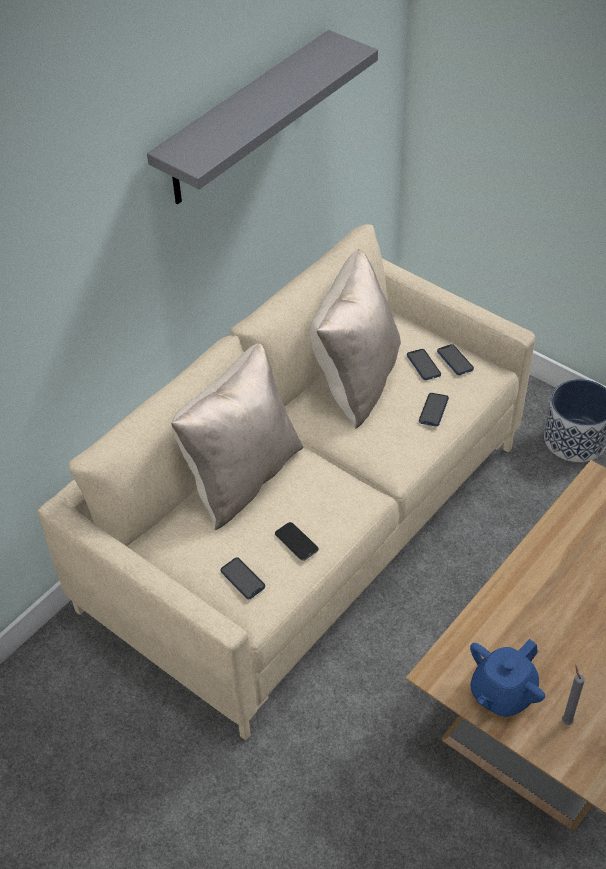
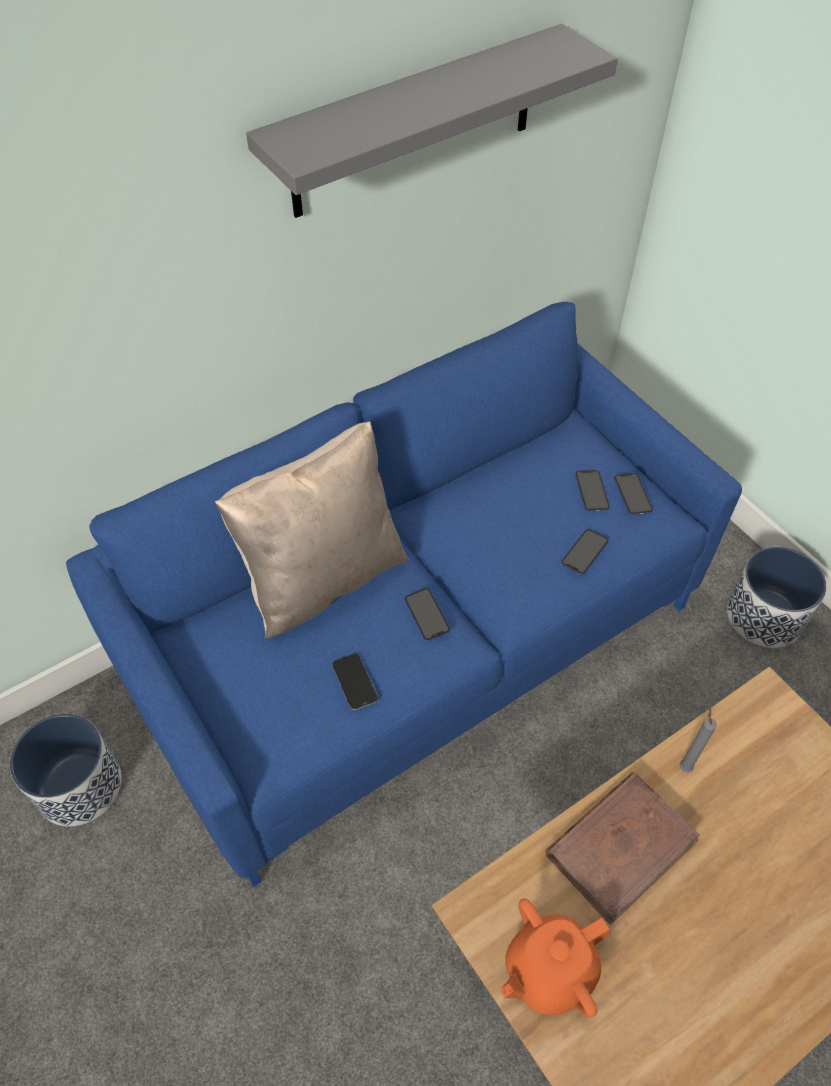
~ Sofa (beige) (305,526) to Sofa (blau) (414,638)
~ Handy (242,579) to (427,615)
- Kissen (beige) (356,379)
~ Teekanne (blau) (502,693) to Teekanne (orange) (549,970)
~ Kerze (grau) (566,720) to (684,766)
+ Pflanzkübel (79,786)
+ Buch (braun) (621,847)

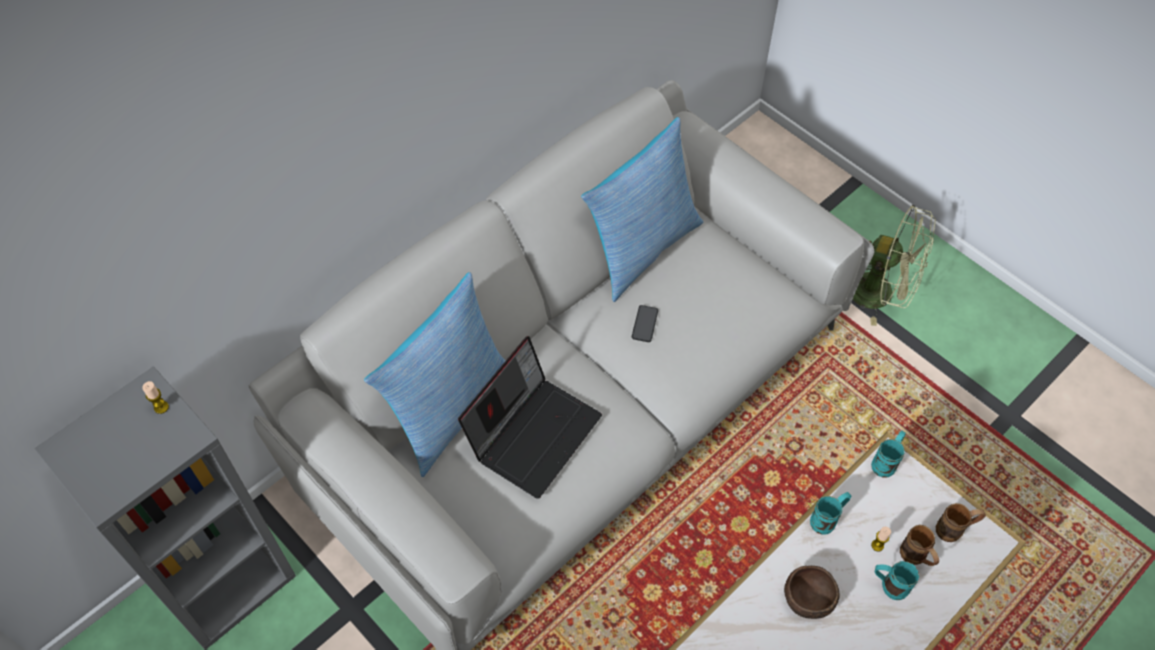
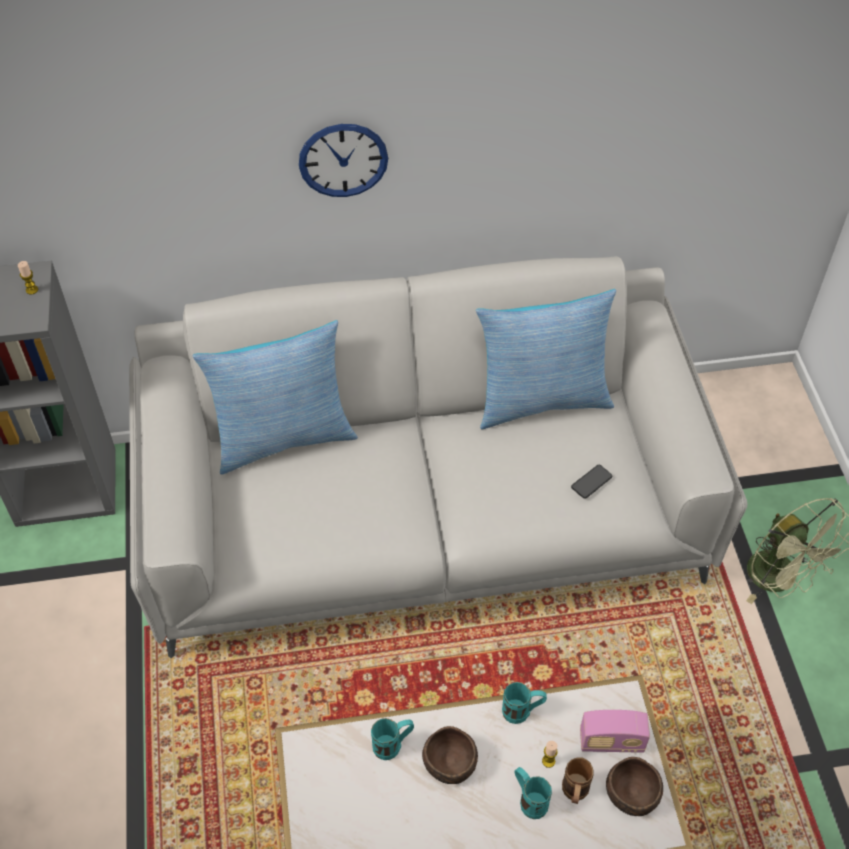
- Laptop (533,432)
~ Handy (645,324) to (591,482)
~ Henkelbecher (türkis) (886,462) to (393,745)
~ Henkelbecher (braun) (954,530) to Schüssel (braun) (632,795)
+ Wanduhr (343,160)
+ Radio (611,741)

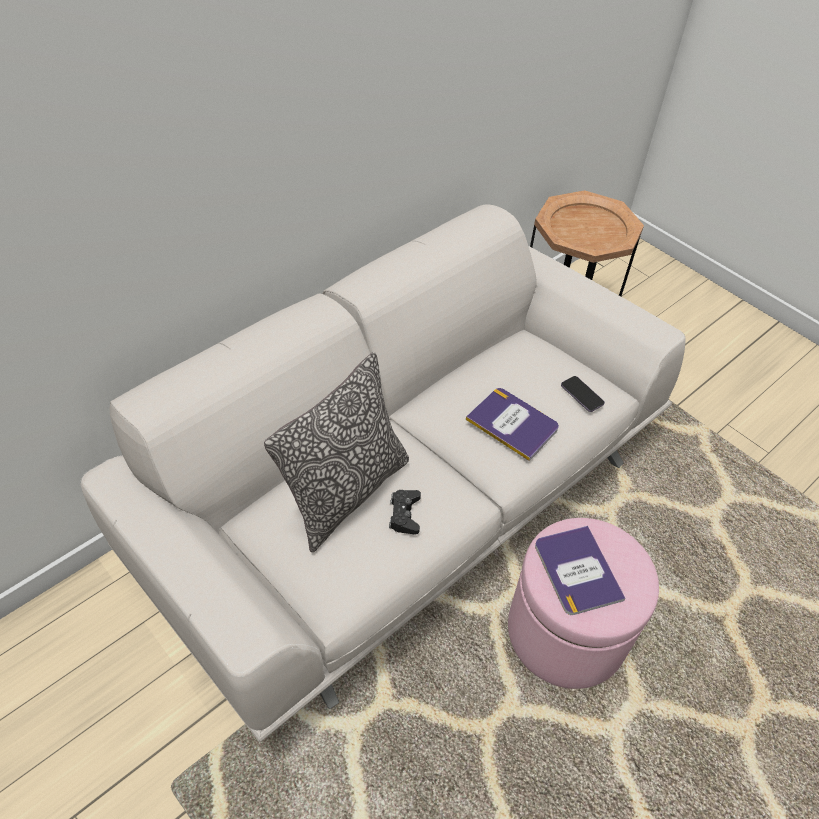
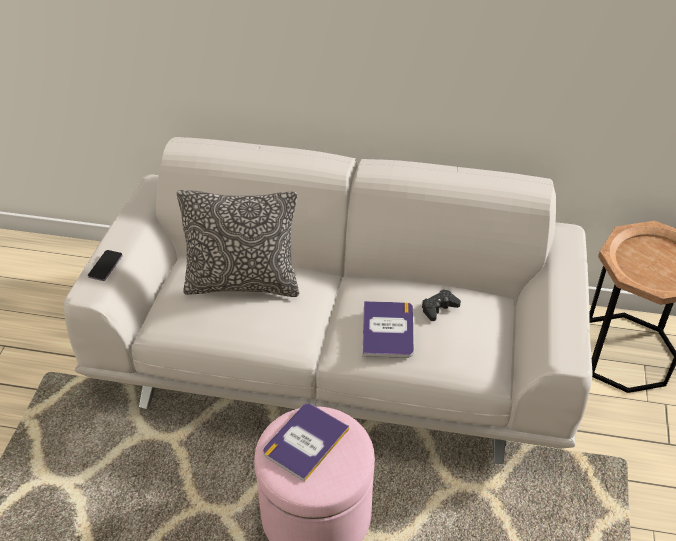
~ Gamepad (schwarz) (404,515) to (439,308)
~ Handy (582,395) to (105,266)

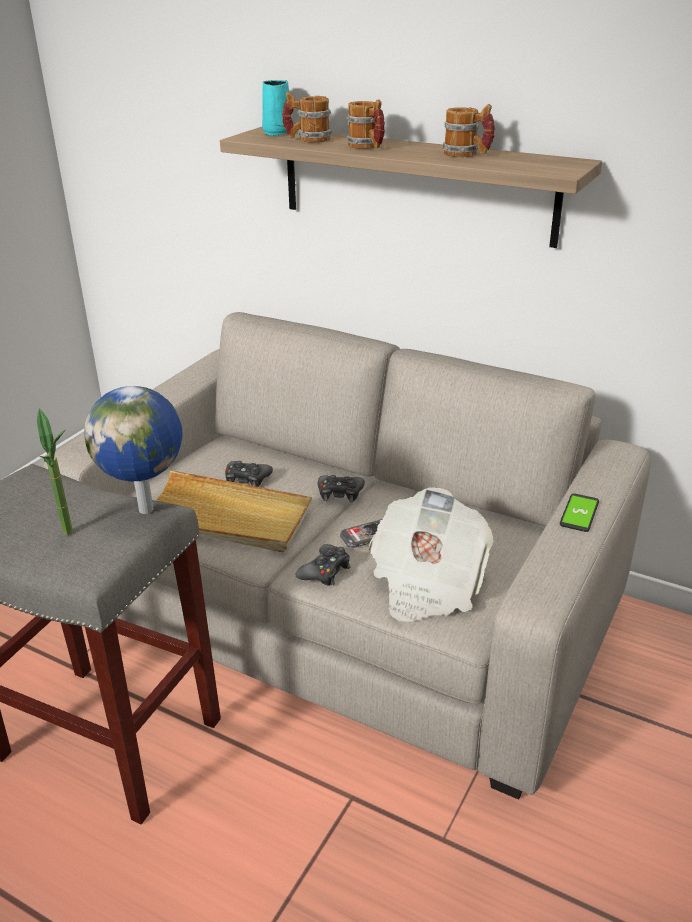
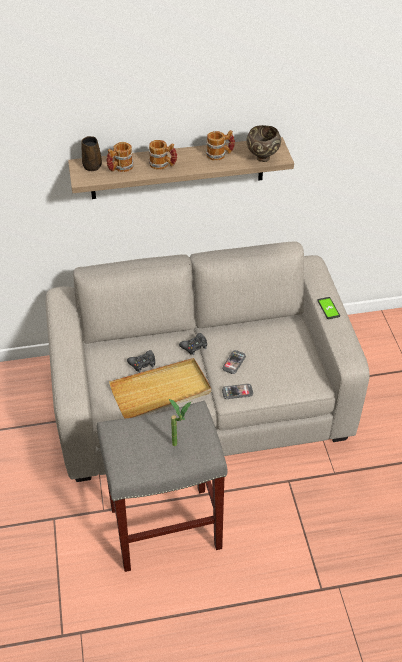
- Globus (148,509)
~ Henkelbecher (türkis) (279,132) to Henkelbecher (braun) (92,165)
~ Gamepad (schwarz) (325,571) to Handy (237,392)
- Zeitung (426,582)
+ Schüssel (braun) (262,158)

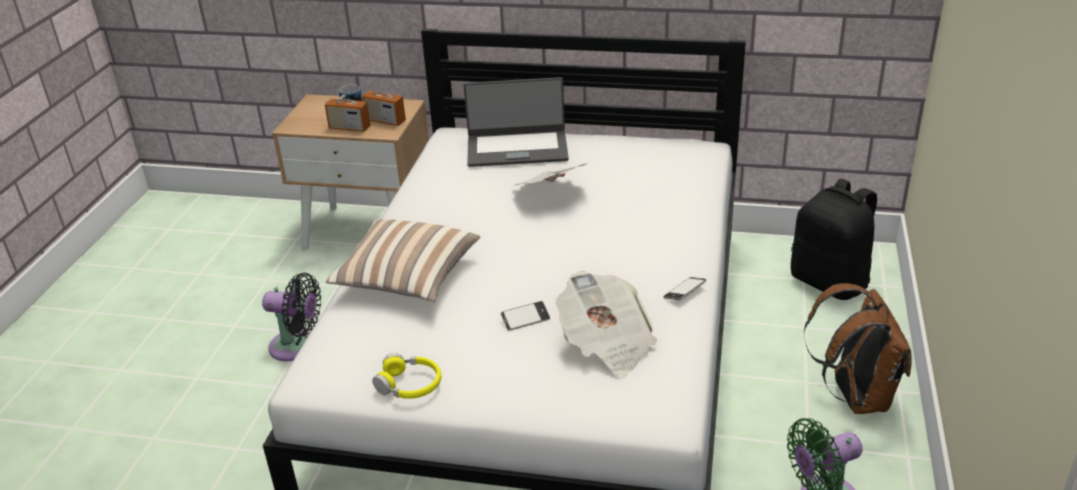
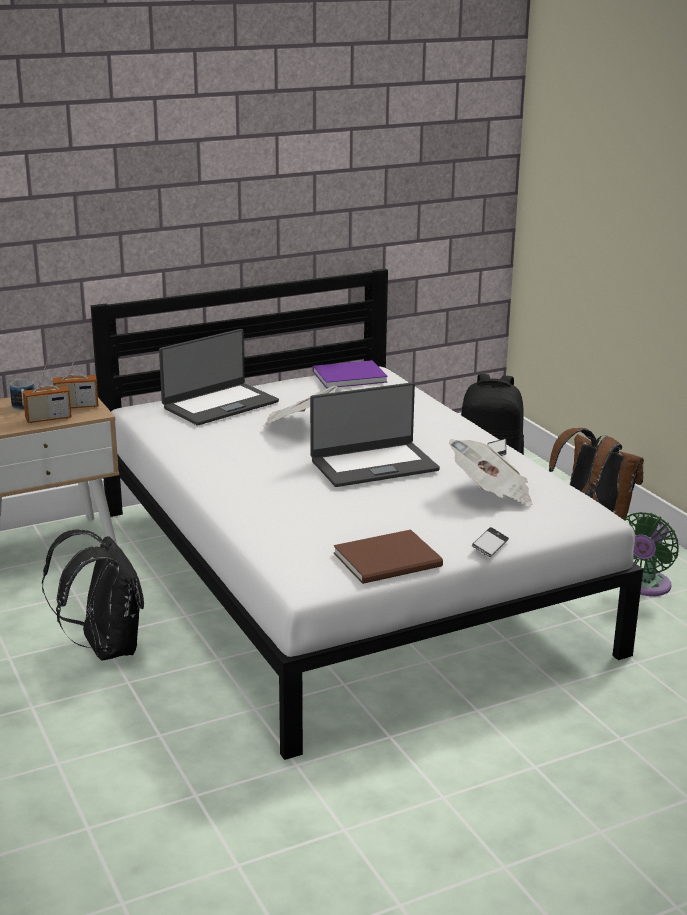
~ Ventilator (schwarz) (297,347) to Rucksack (schwarz) (105,648)
- Kissen (407,279)
~ Kopfhörer (gelb) (409,385) to Buch (braun) (391,560)
~ Handy (525,319) to (490,546)
+ Laptop (373,465)
+ Buch (lila) (347,376)

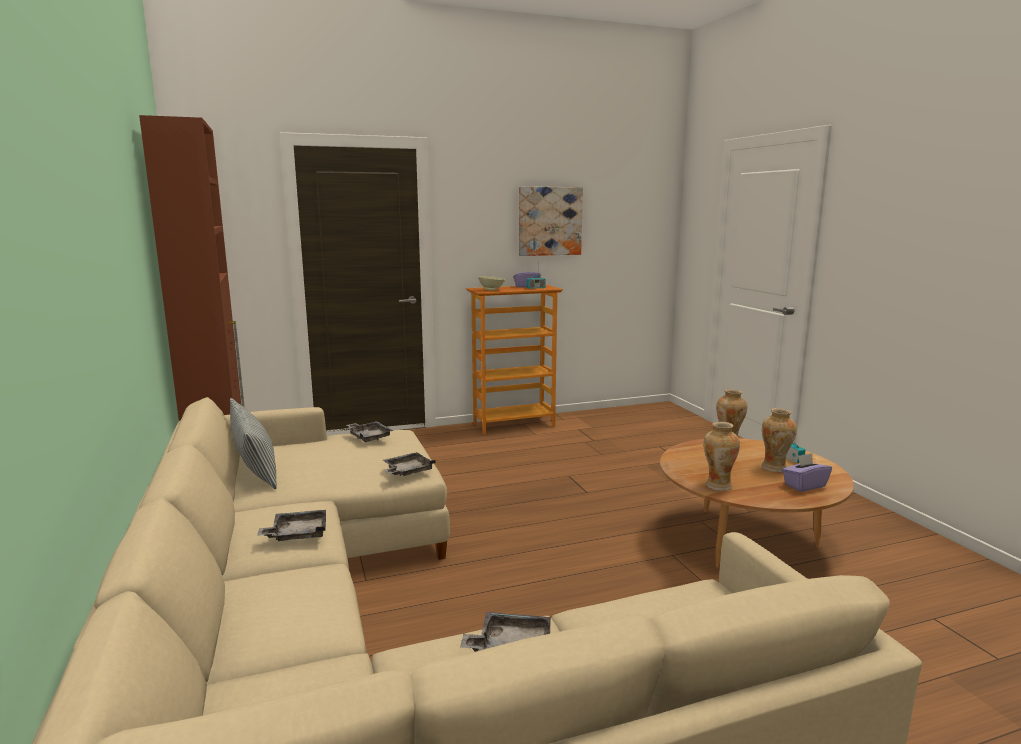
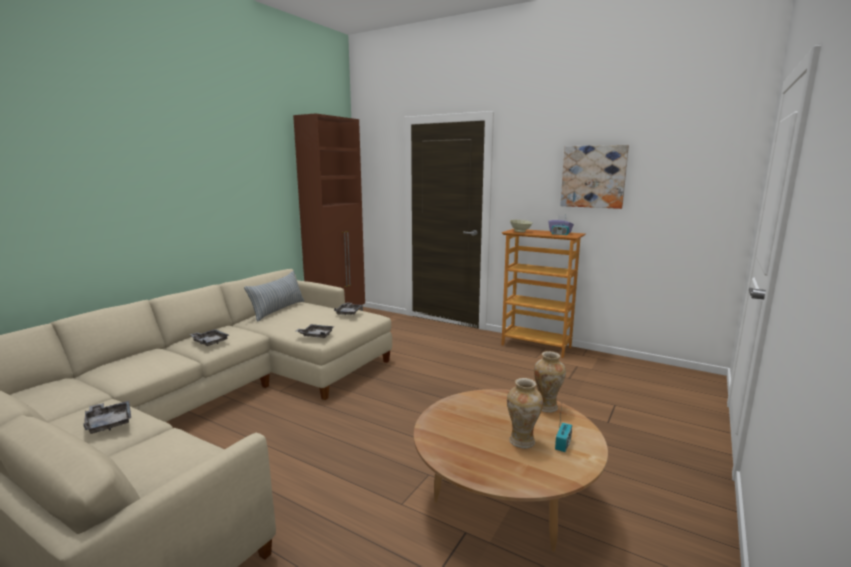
- Vase (717,486)
- Taschentuchbox (lila) (804,485)

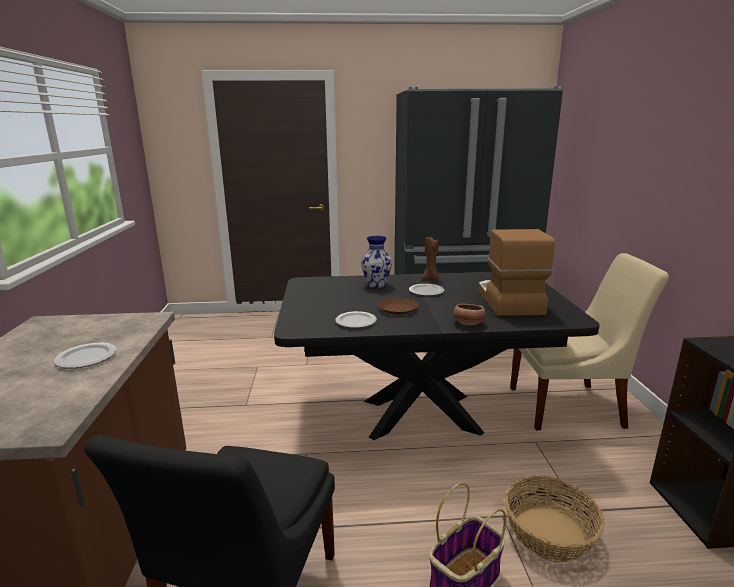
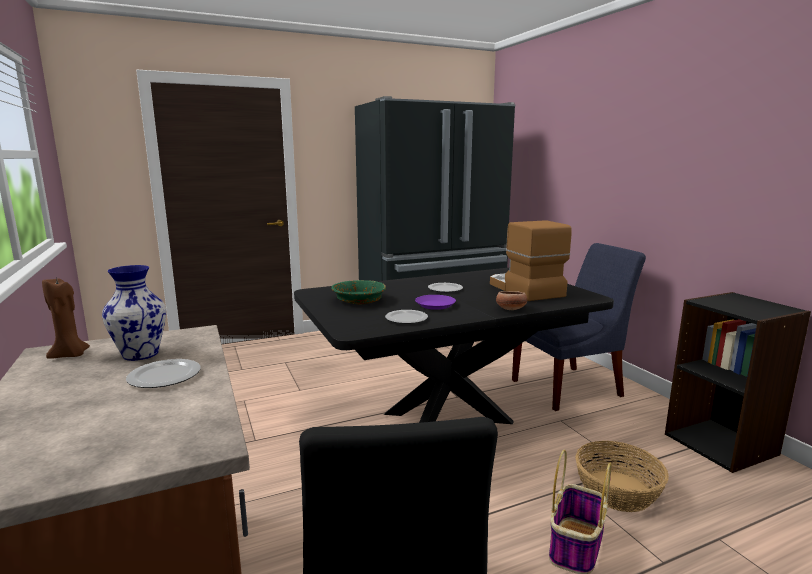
~ Vase (377,285) to (141,354)
~ Teller (braun) (397,309) to Teller (lila) (435,305)
~ Kerze (braun) (430,278) to (70,355)
~ Stuhl (beige) (570,407) to Stuhl (blau) (570,387)
+ Schüssel (grün) (359,301)

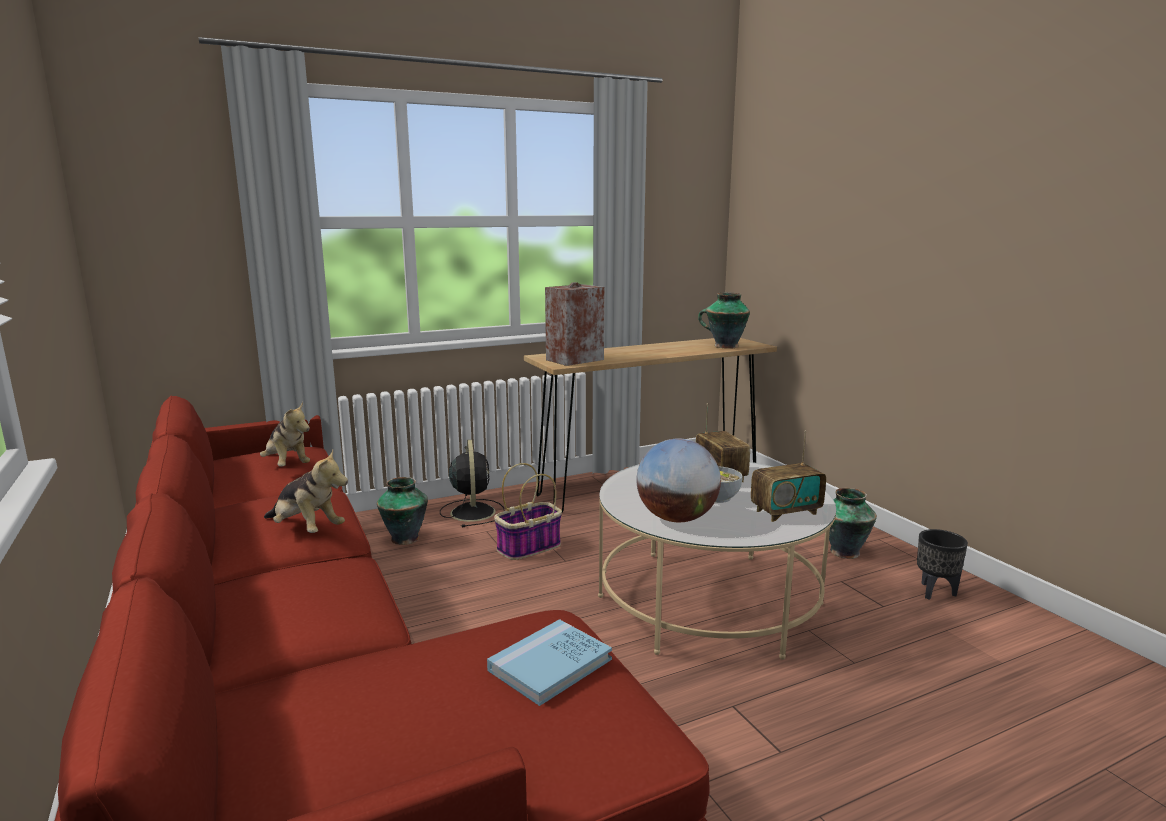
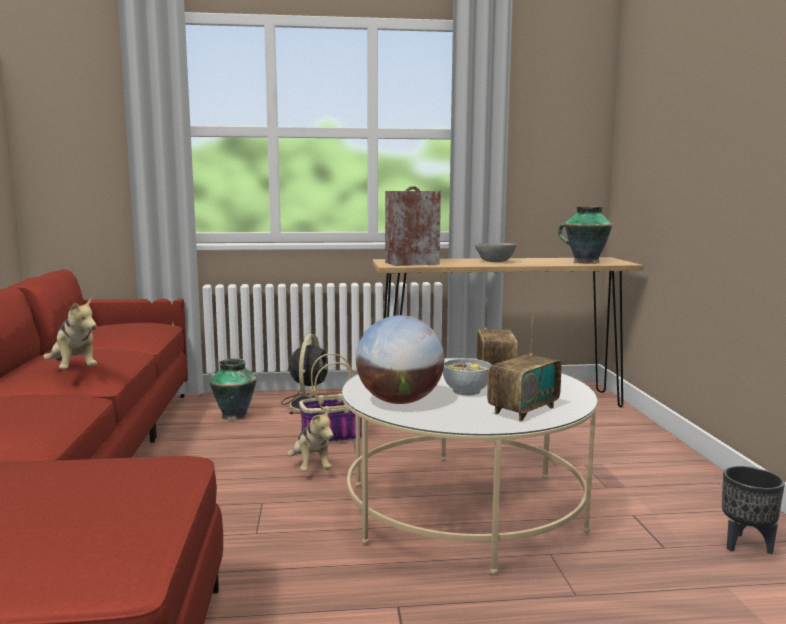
~ Plüschtier (287,465) to (311,467)
- Buch (blau) (550,665)
~ Radio (785,512) = (523,410) 45 degrees counterclockwise
- Vase (845,552)
+ Schüssel (grau) (495,261)

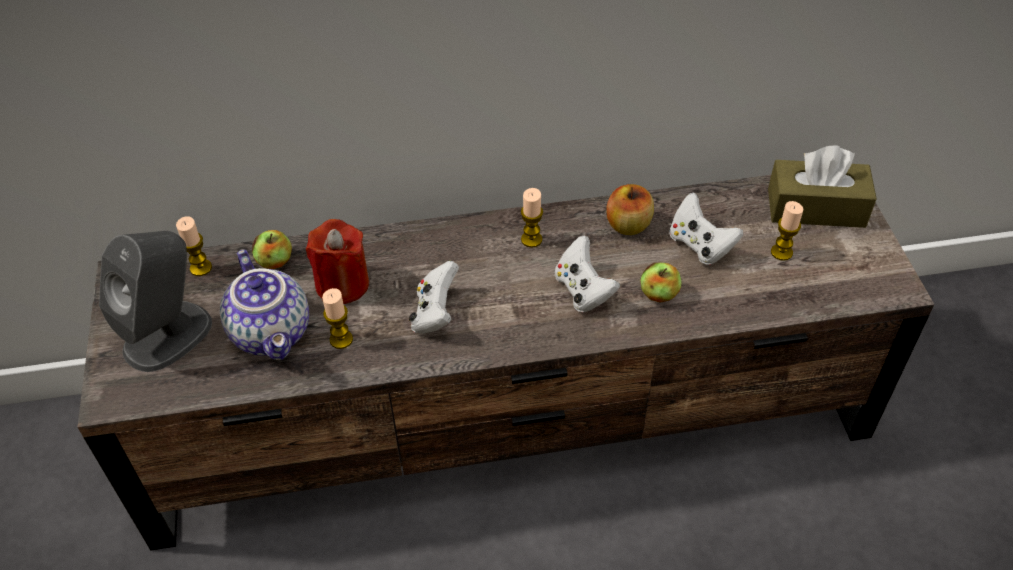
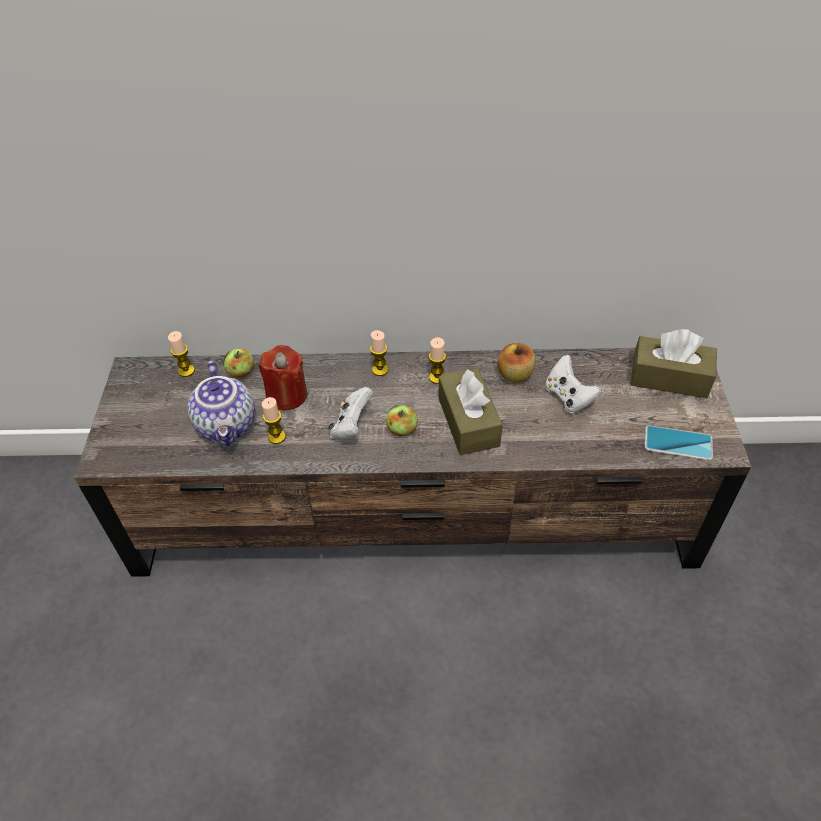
- Lautsprecher (grau) (169,335)
~ Gamepad (weiß) (583,290) to Taschentuchbox (braun) (468,422)
~ Apfel (658,294) to (402,430)
~ Kerze (781,252) to (380,370)
+ Handy (678,443)

